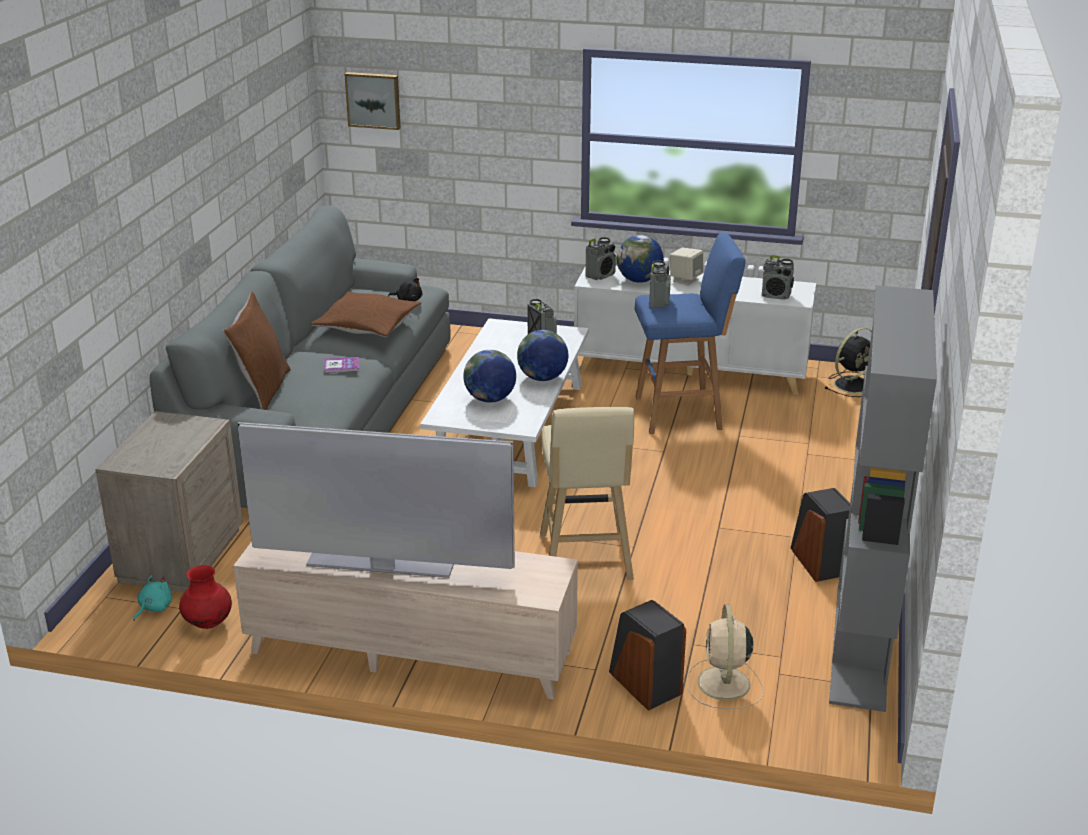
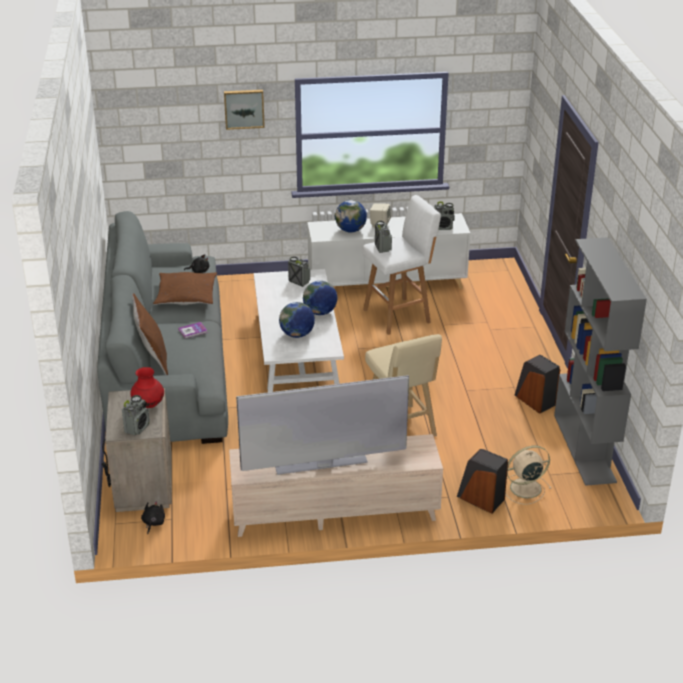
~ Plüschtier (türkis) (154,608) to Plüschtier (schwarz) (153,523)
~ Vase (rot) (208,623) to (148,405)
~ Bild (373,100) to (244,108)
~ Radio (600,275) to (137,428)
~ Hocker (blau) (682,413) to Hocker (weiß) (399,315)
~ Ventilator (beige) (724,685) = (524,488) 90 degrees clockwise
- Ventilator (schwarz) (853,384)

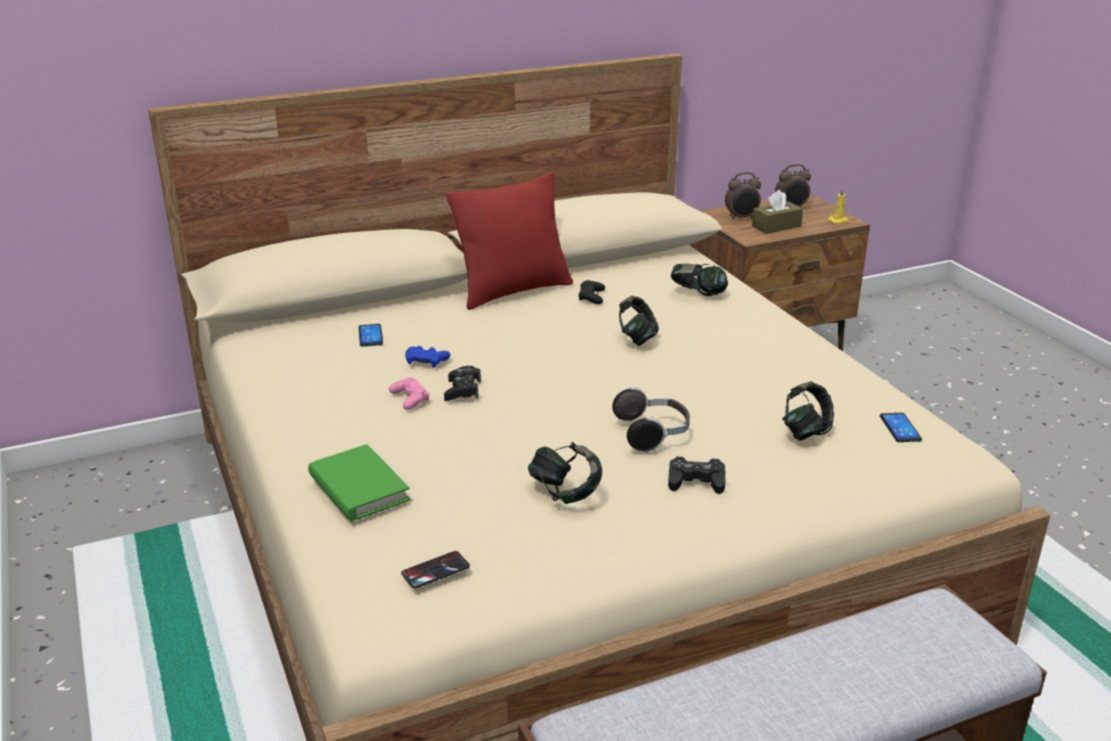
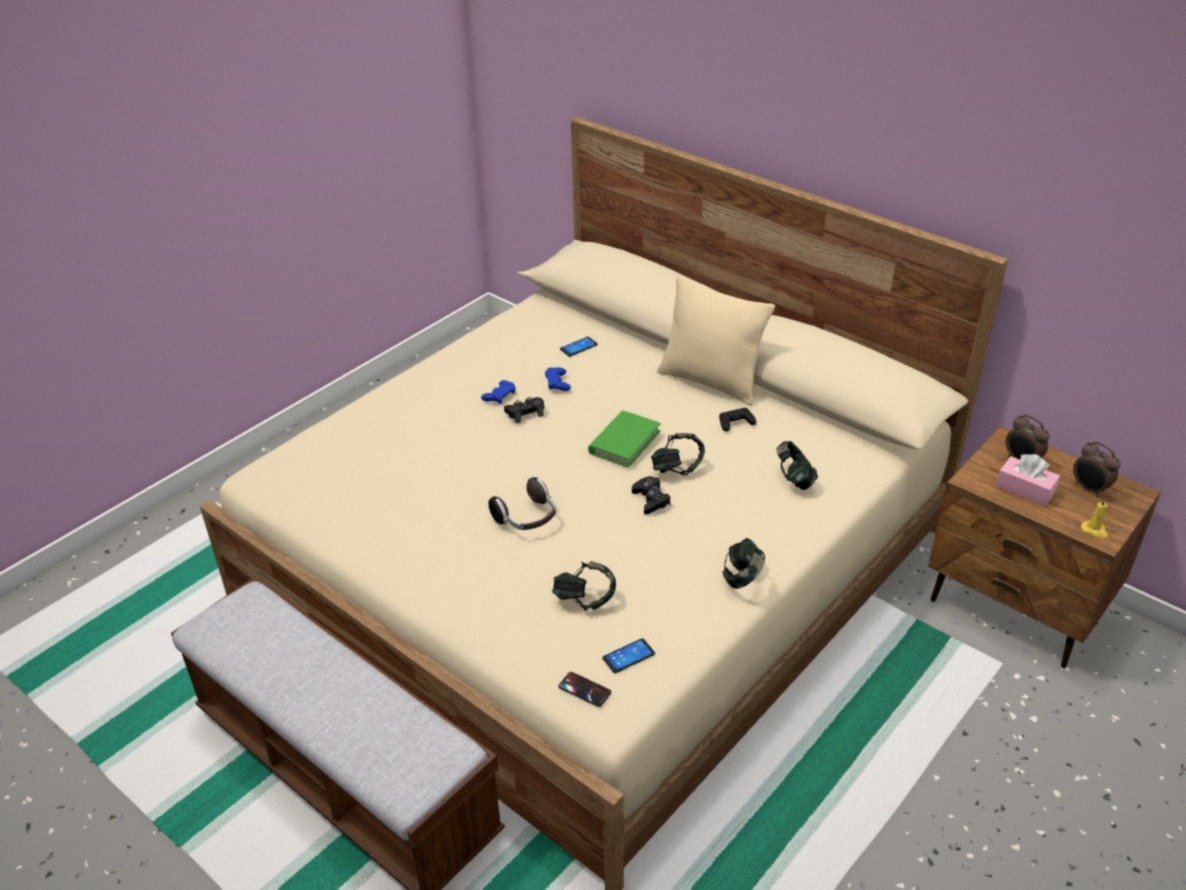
~ Buch (grün) (358,488) to (624,442)
~ Gamepad (rosa) (410,398) to Gamepad (blau) (499,396)
~ Handy (435,570) to (584,689)
~ Kissen (rot) (513,291) to Kissen (beige) (710,382)
~ Kopfhörer (565,492) to (743,578)
~ Gamepad (schwarz) (696,481) to (651,499)
~ Taschentuchbox (braun) (776,226) to Taschentuchbox (rosa) (1025,489)

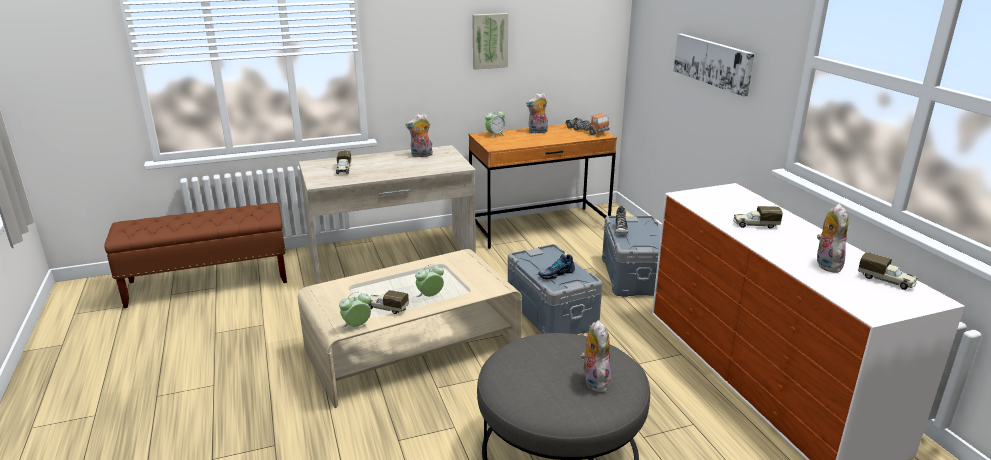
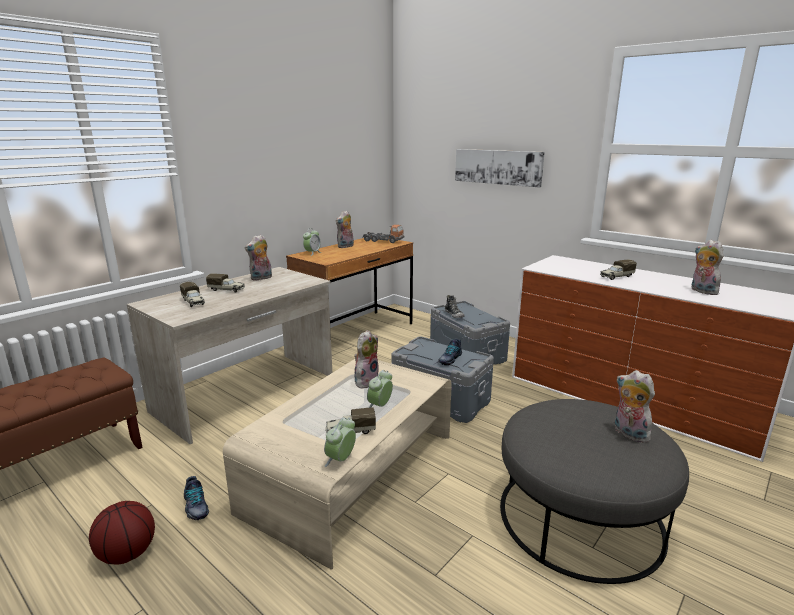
- Bild (489,41)
~ Spielzeuglaster (886,280) to (227,290)
+ Basketball (127,554)
+ Schuh (195,506)
+ Plüschtier (366,381)

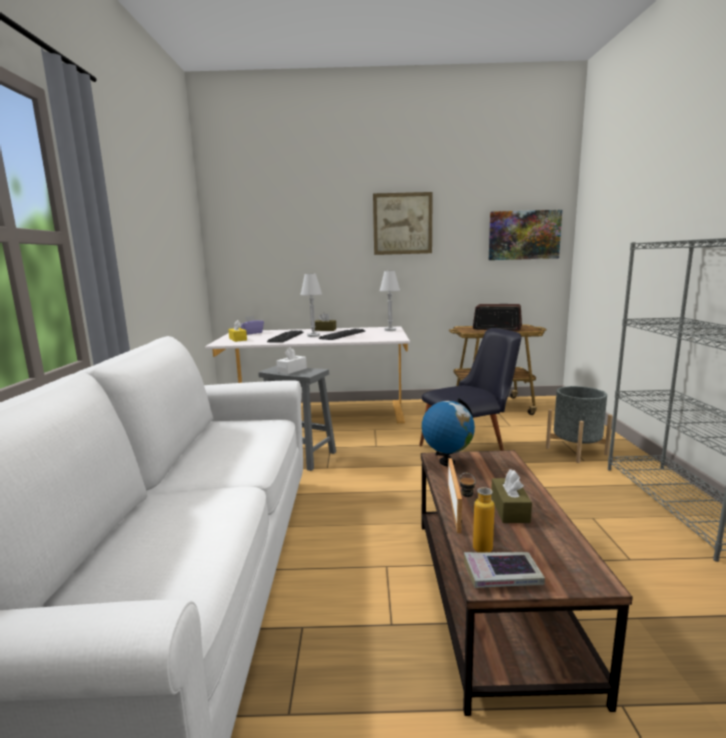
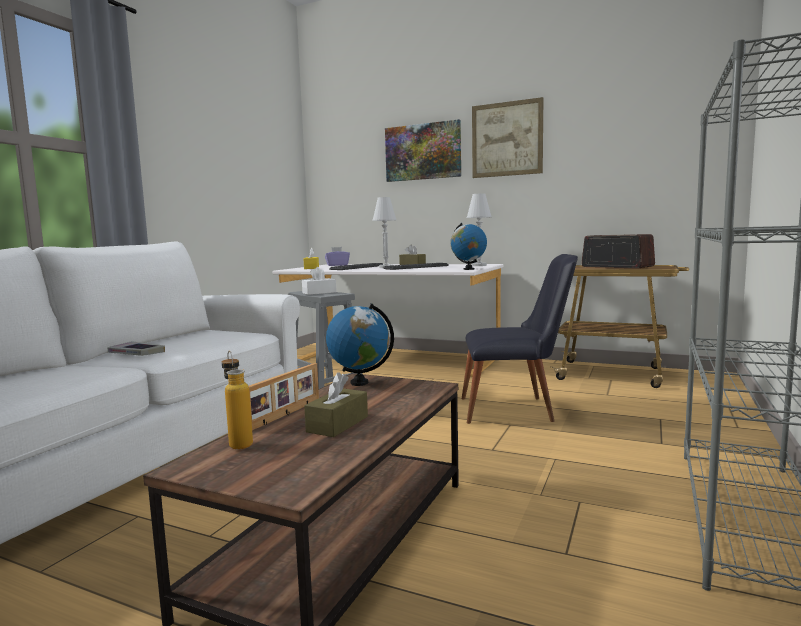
~ Buch (502,575) to (136,353)
~ Bild (524,235) to (423,152)
- Pflanzkübel (grau) (576,451)
+ Globus (468,269)

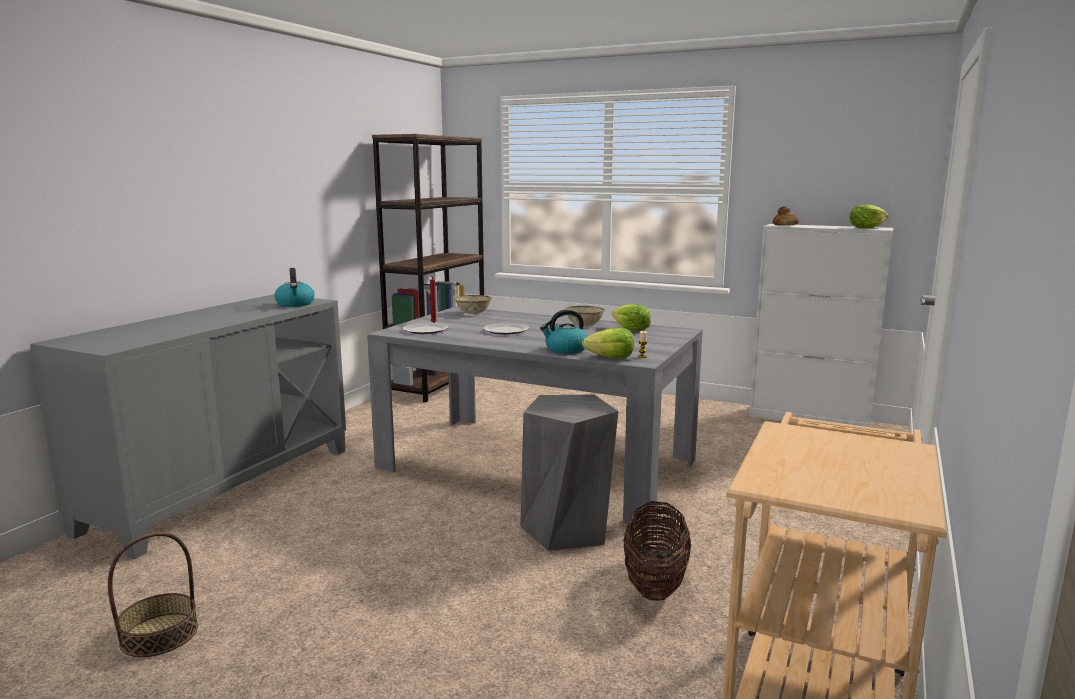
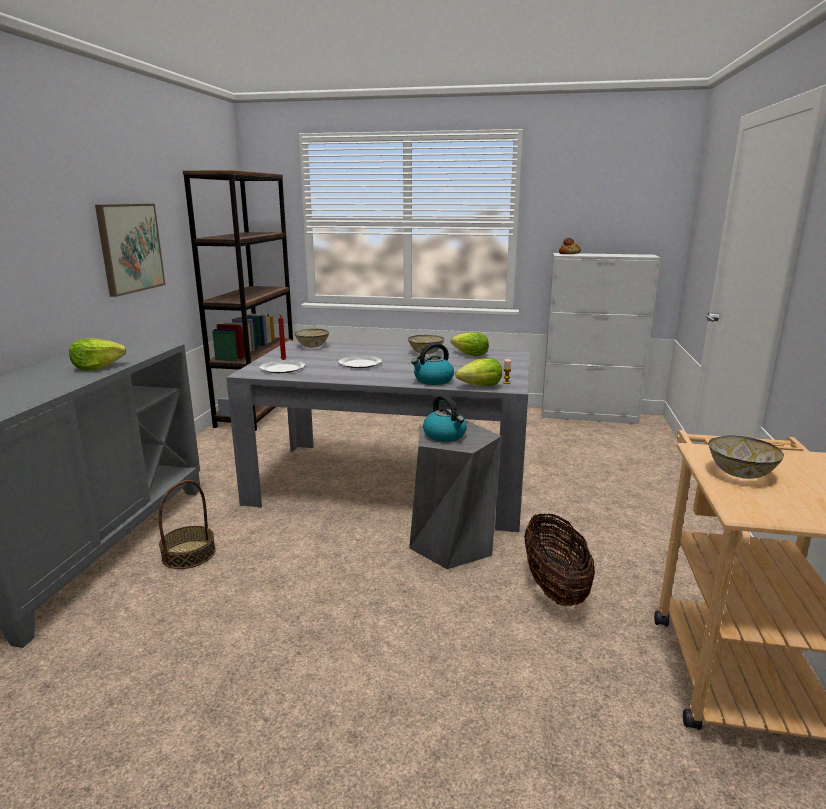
~ Korb (159,634) to (188,554)
~ Wasserkessel (295,304) to (445,435)
~ Salatkopf (866,227) to (97,367)
+ Bild (130,248)
+ Schüssel (740,474)

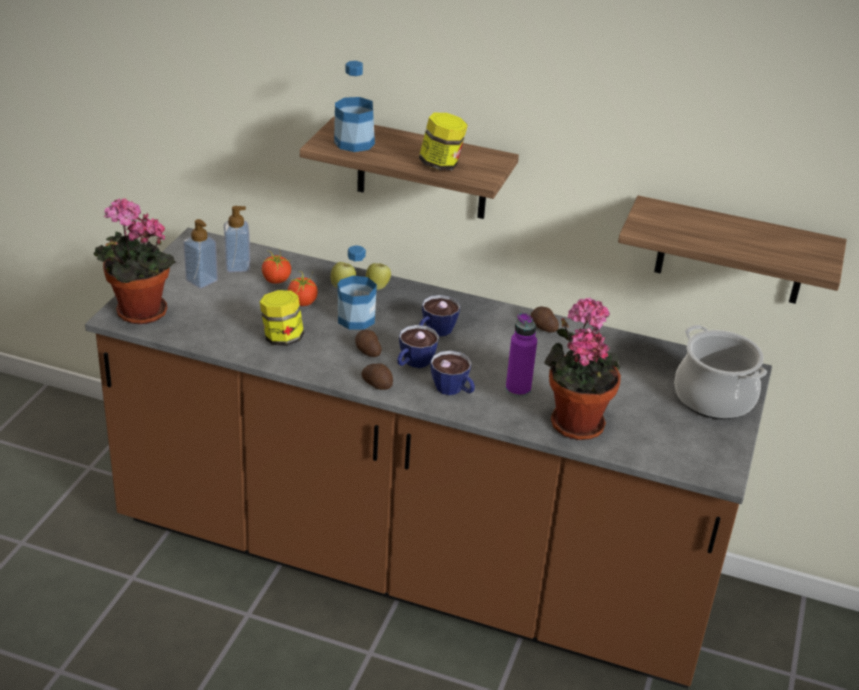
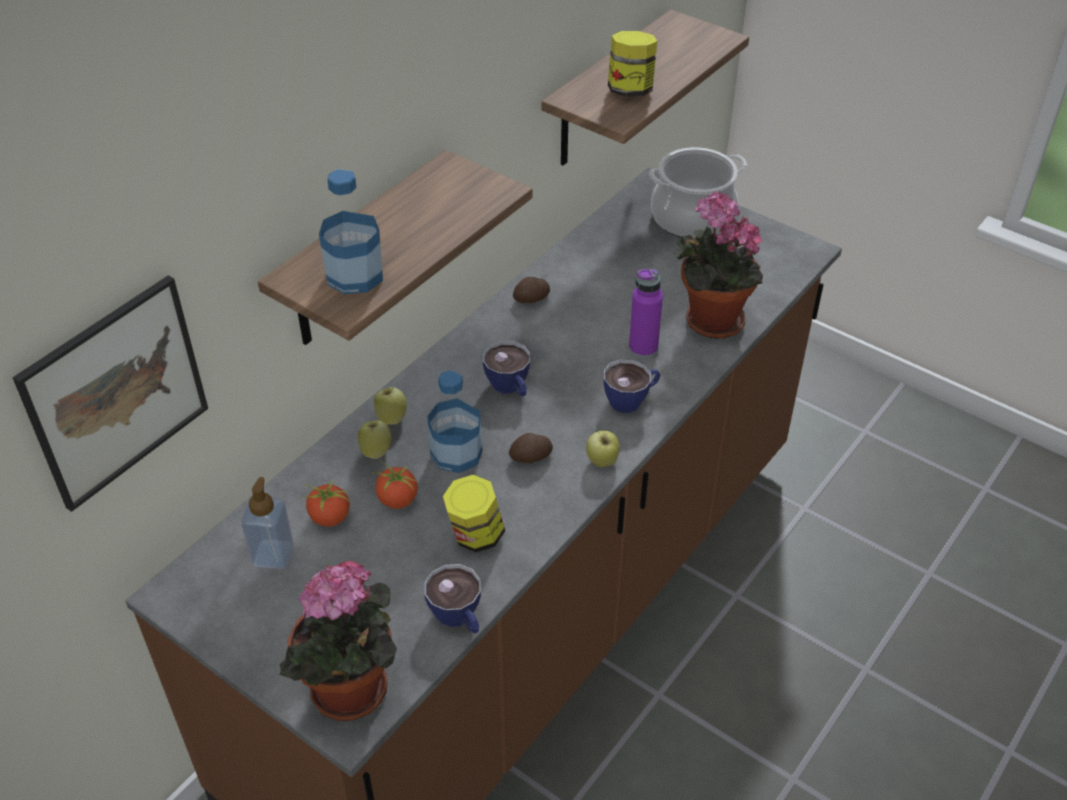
- Seifenspender (201,281)
~ Kartoffel (377,384) to Apfel (602,462)
~ Tasse (413,363) to (459,618)
~ Vorratsglas (441,165) to (630,90)
+ Bild (116,392)

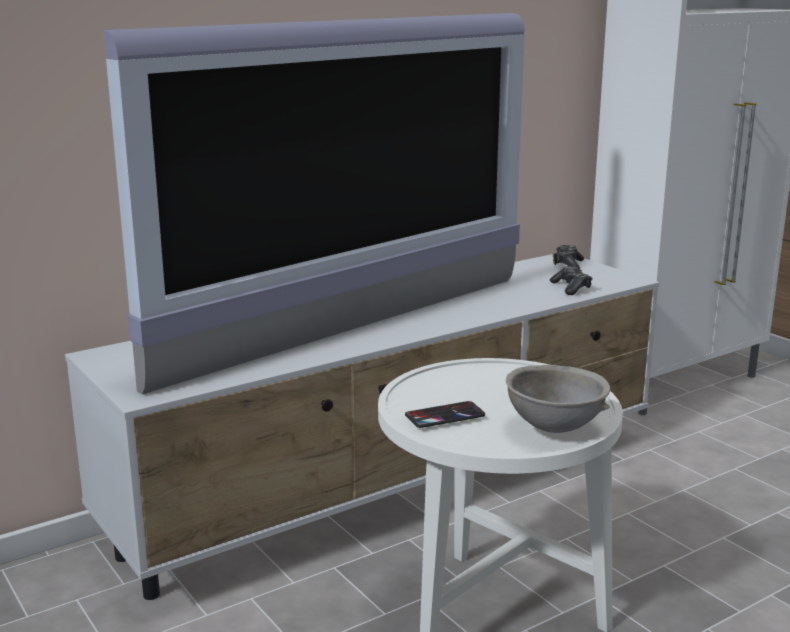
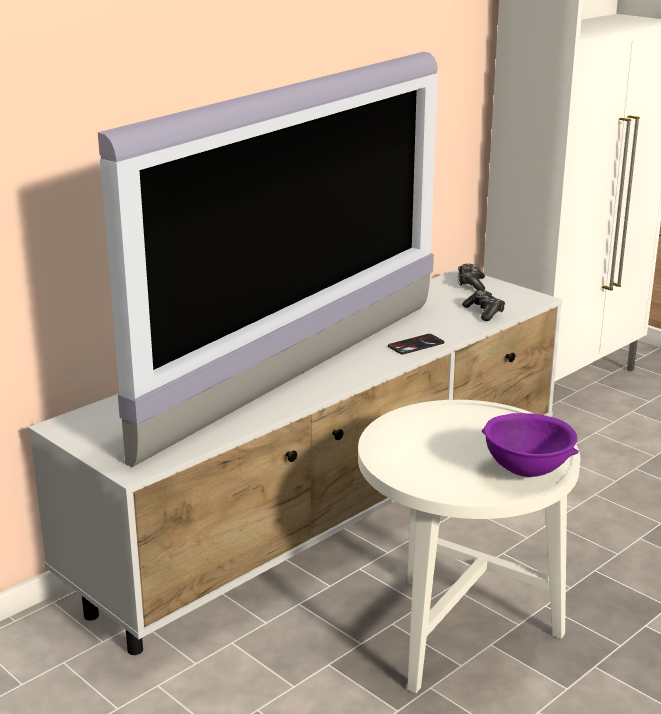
~ Handy (445,415) to (416,345)
~ Schüssel (grau) (554,427) to Schüssel (lila) (526,470)

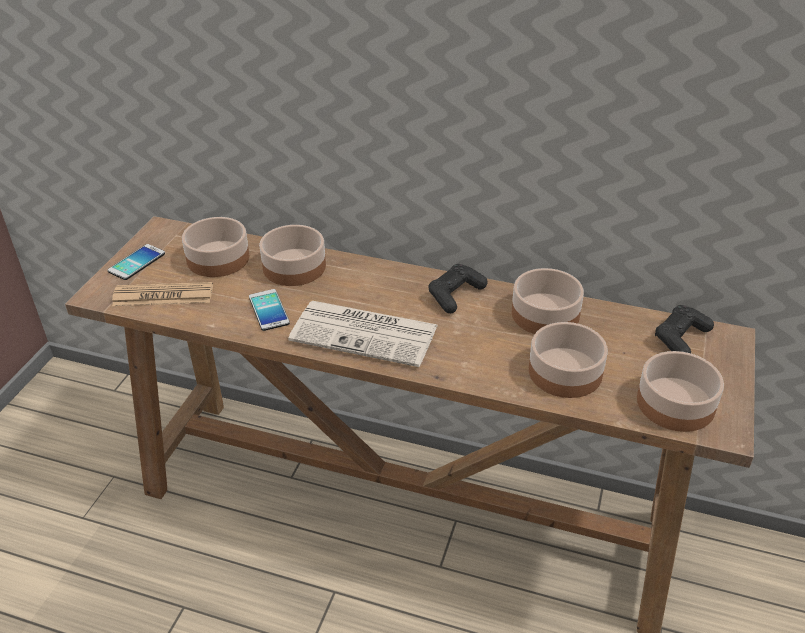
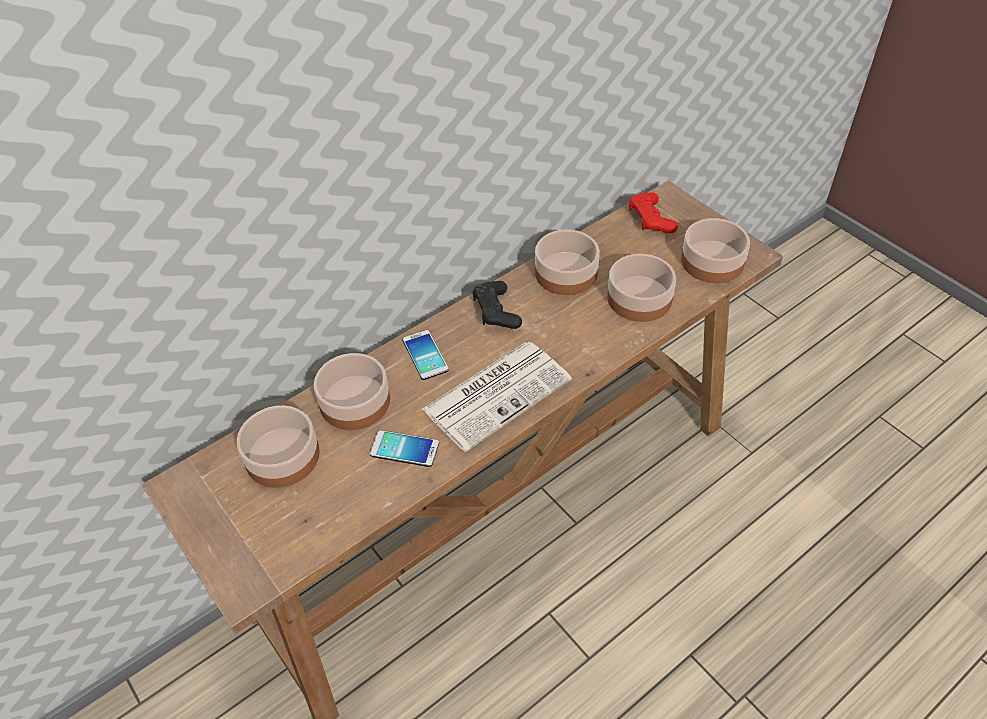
~ Handy (137,262) to (425,355)
- Zeitung (163,295)
~ Gamepad (schwarz) (680,338) to Gamepad (rot) (650,220)

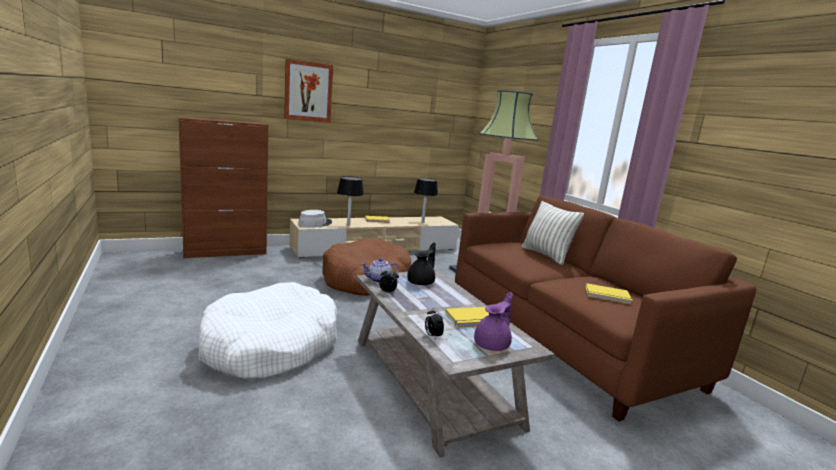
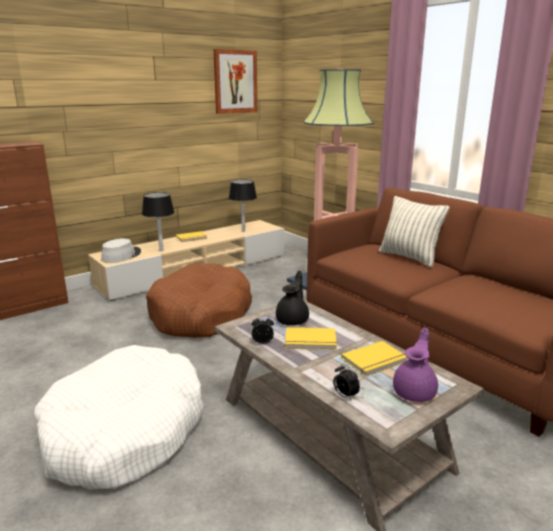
~ Bild (308,91) to (235,82)
- Teekanne (379,280)
~ Buch (gelb) (608,296) to (310,341)

